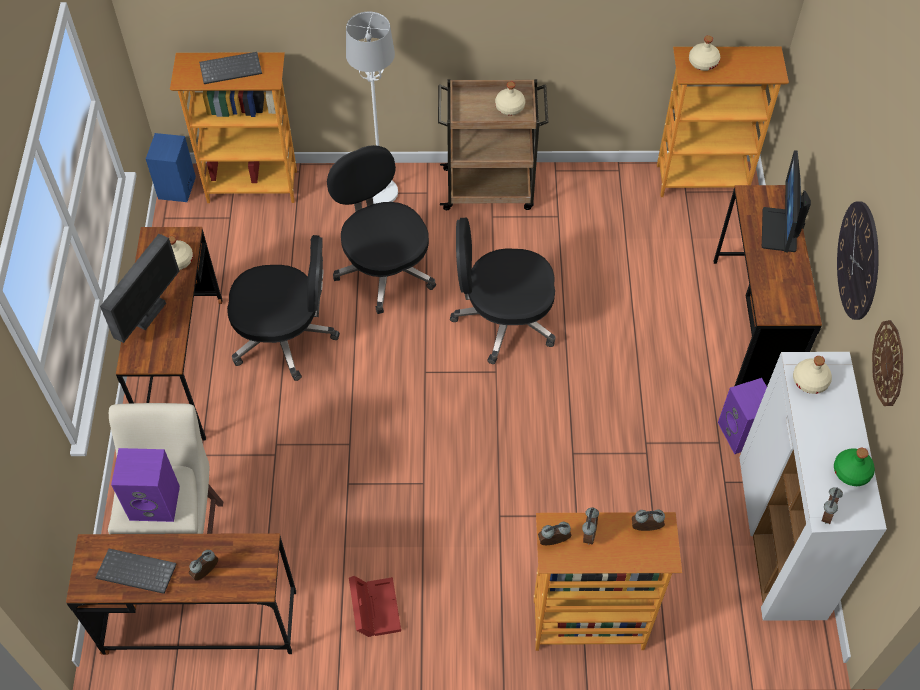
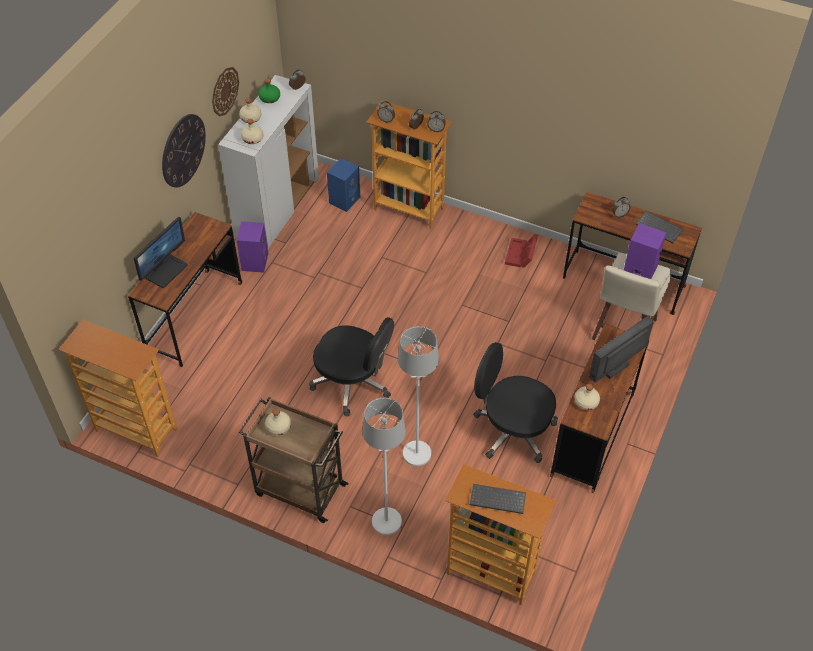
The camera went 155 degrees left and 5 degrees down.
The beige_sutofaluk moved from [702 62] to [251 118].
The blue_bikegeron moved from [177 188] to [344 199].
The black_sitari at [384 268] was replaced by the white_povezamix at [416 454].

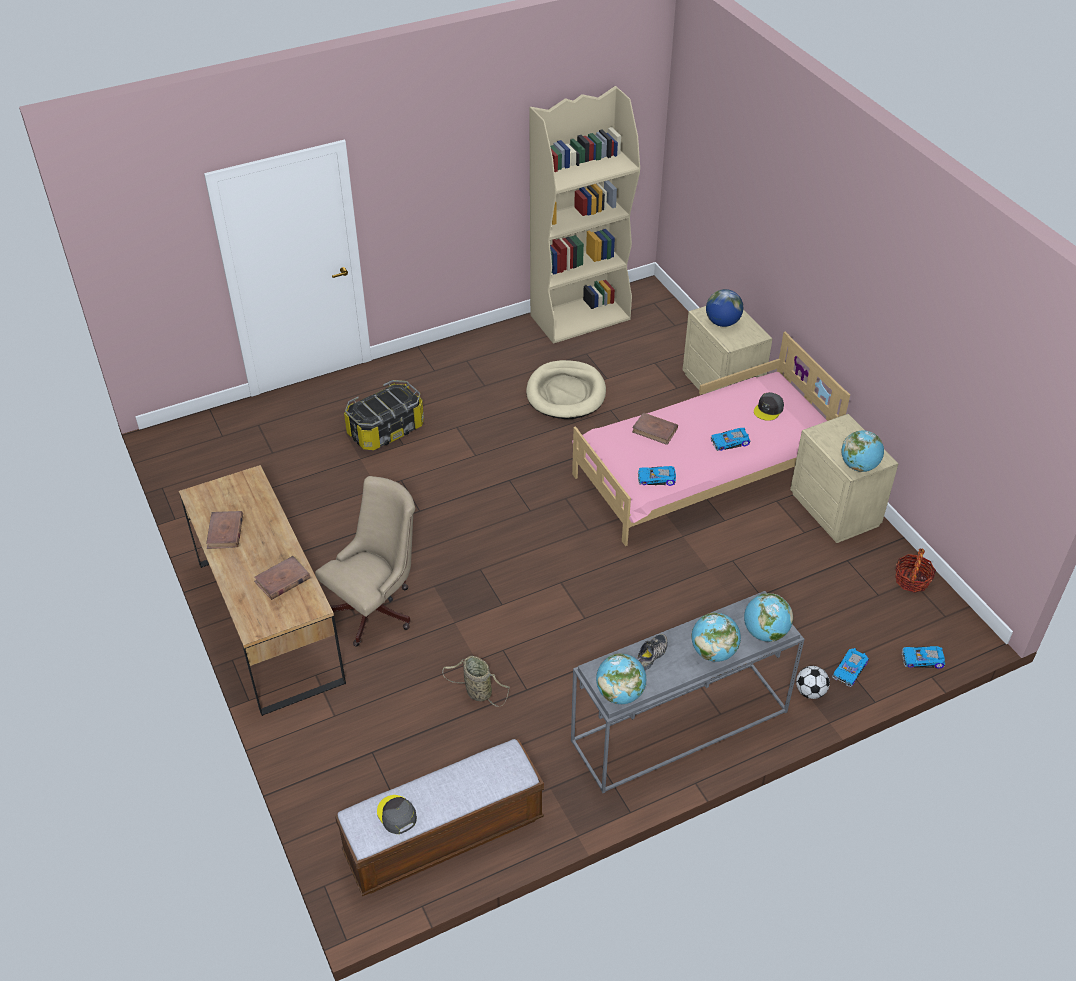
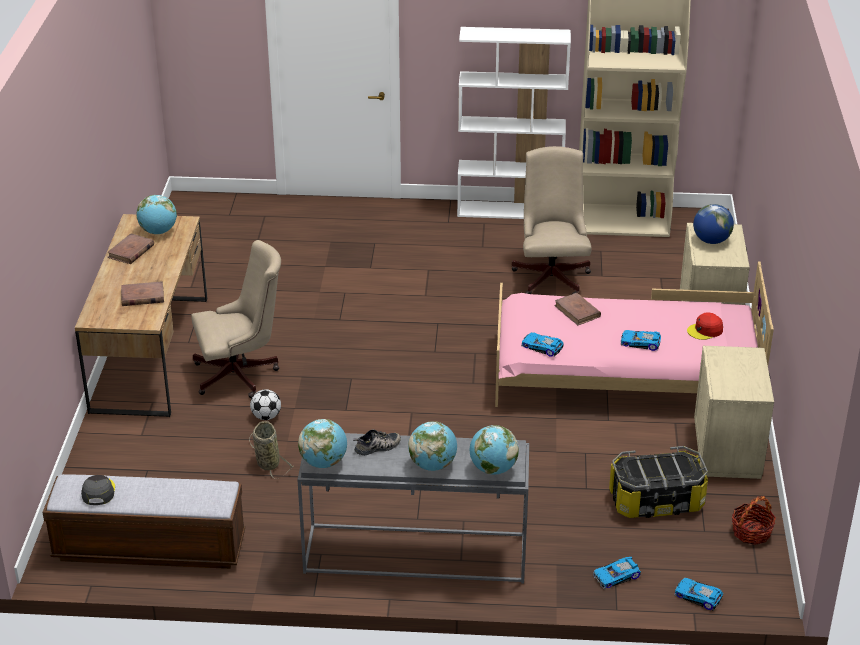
The camera went 30 degrees right and 10 degrees down.
The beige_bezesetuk at [566 393] was replaced by the beige_sitari at [551 275].
The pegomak moved from [386 430] to [656 501].
The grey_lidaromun at [768 409] became the red_lidaromun at [705 330].
The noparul moved from [859 466] to [158 231].
The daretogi moved from [810 692] to [266 416].
The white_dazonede at [509 210] appeared.

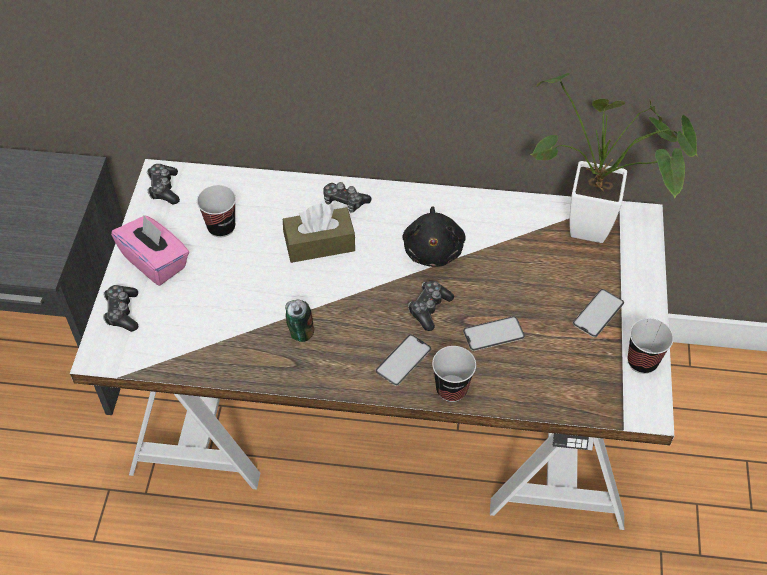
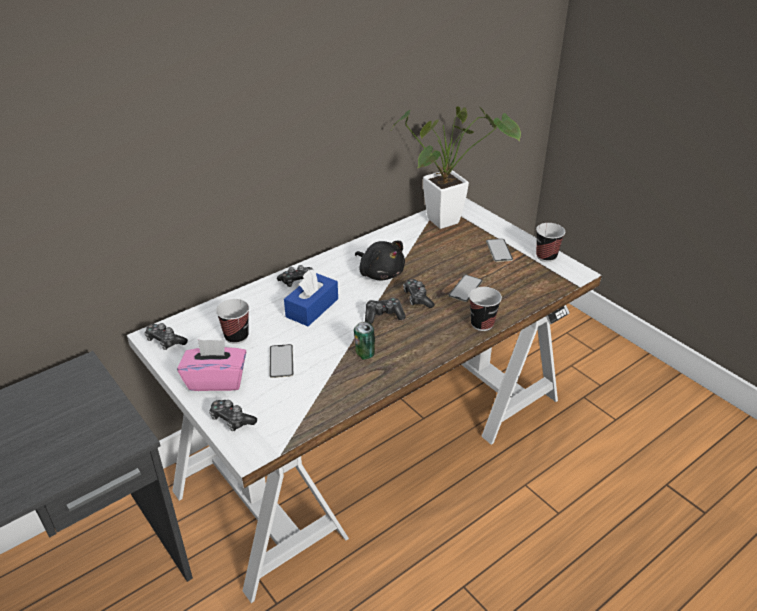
The camera went 45 degrees left and 15 degrees down.
The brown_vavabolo at [319 244] became the blue_vavabolo at [312 308].
The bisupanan moved from [403 360] to [281 361].
The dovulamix at [383 315] appeared.

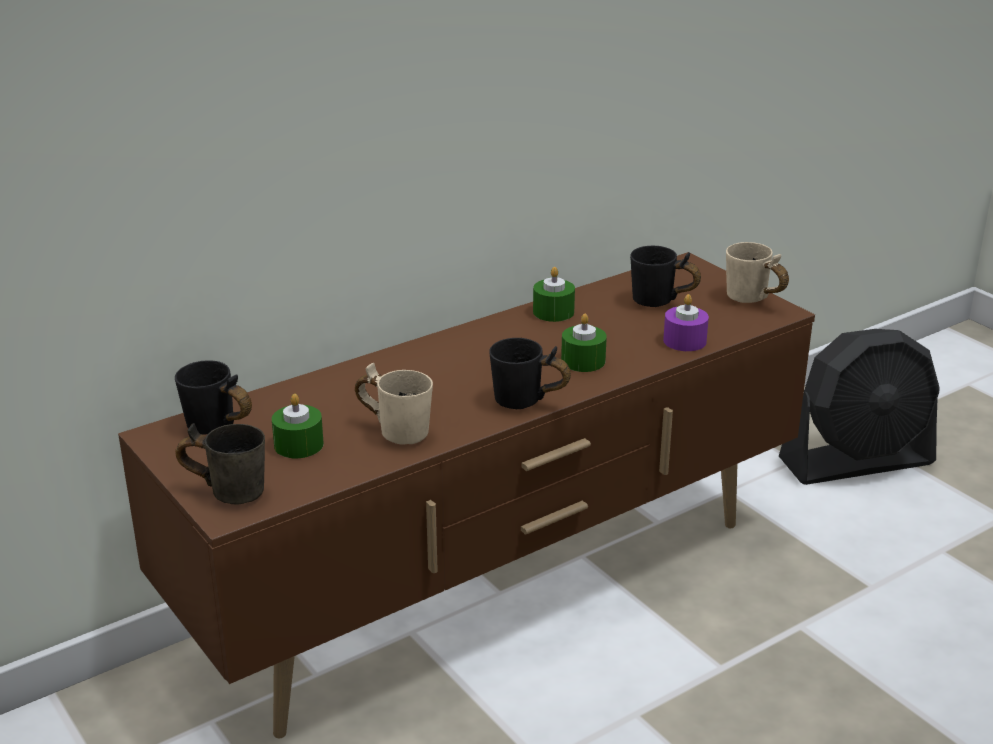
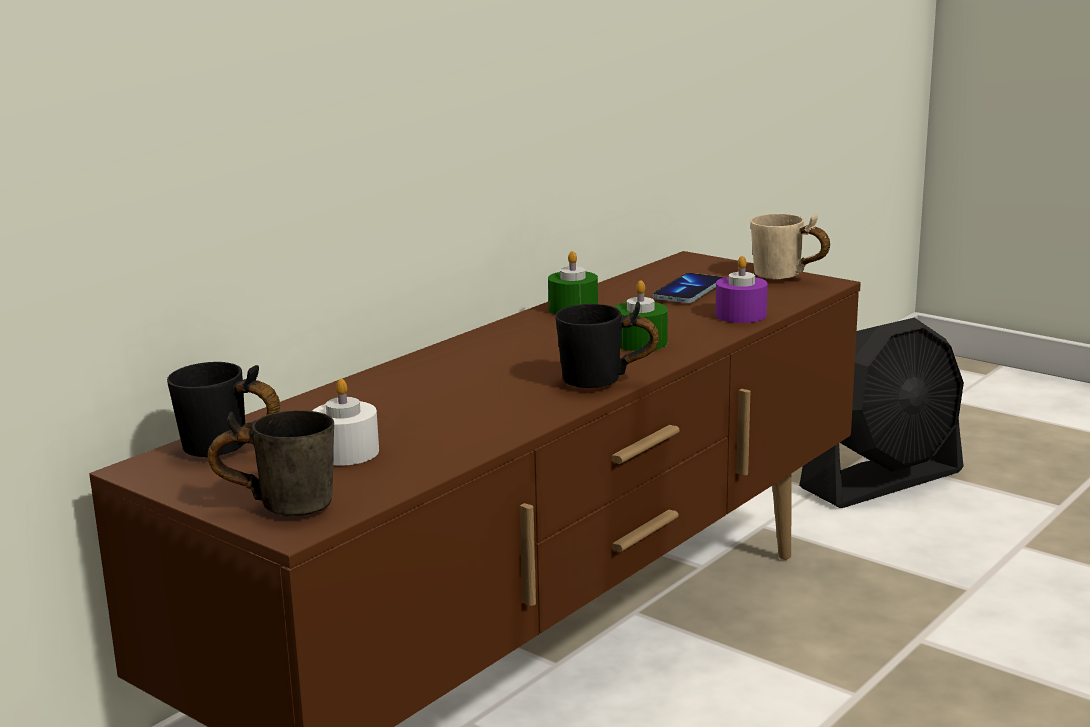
The camera went 15 degrees left and 10 degrees down.
The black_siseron at [659 305] was replaced by the bisupanan at [688 291].
The beige_siseron at [398 430] disappeared.
The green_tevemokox at [298 445] became the white_tevemokox at [346 452].

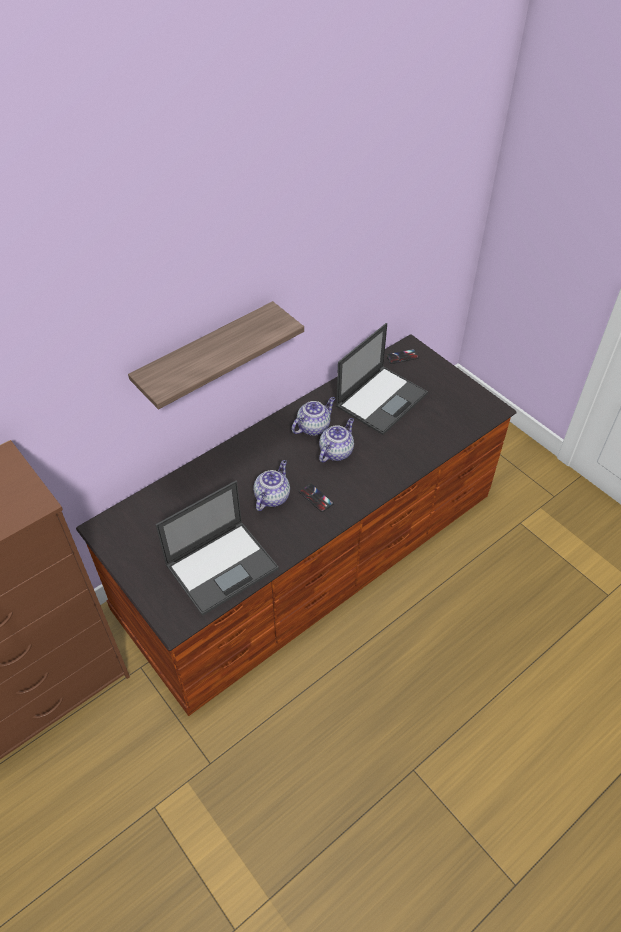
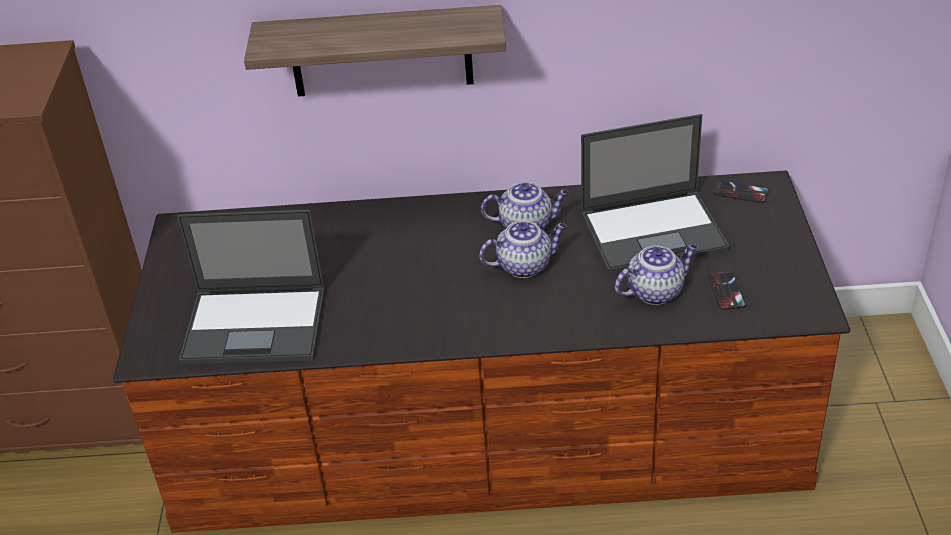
The camera went 40 degrees right and 10 degrees down.
The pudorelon moved from [272 496] to [656 291].
The bisupanan moved from [316 497] to [726 290].

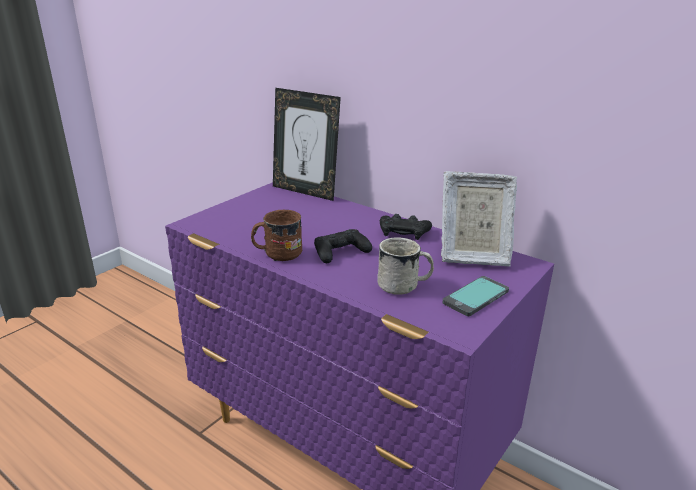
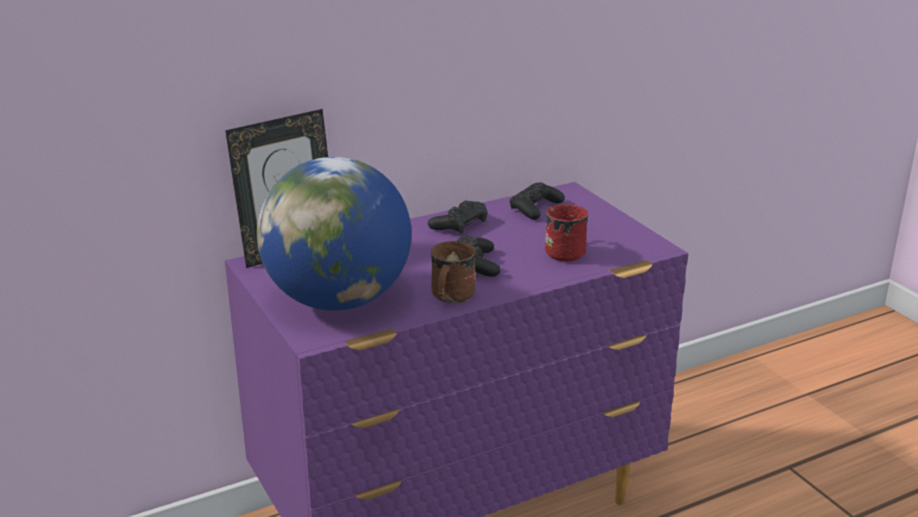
The camera went 65 degrees left and 0 degrees up.
The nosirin at [472 256] was replaced by the black_dovulamix at [535 208].
The white_siseron at [404 286] became the red_siseron at [568 250].
The bisupanan at [476 297] disappeared.
The noparul at [338 300] appeared.

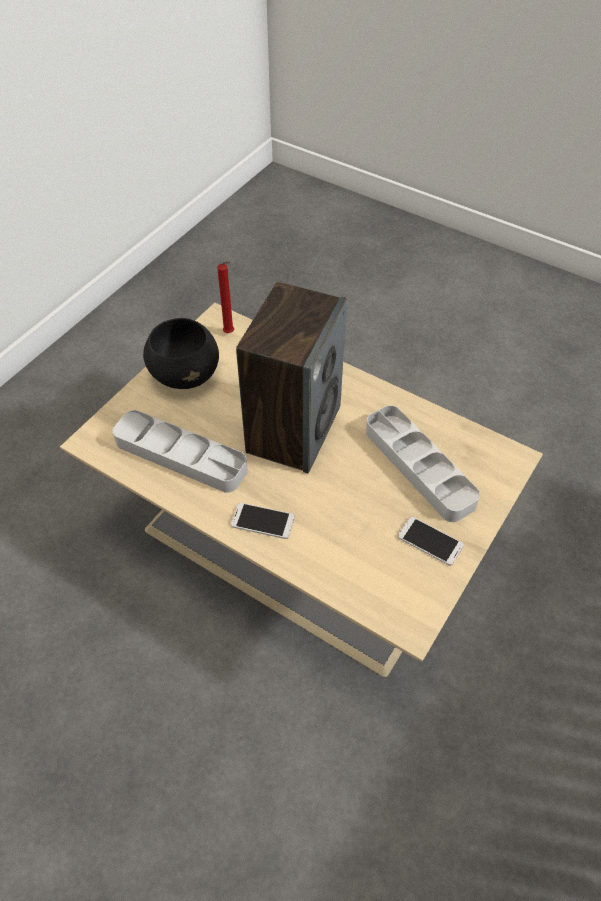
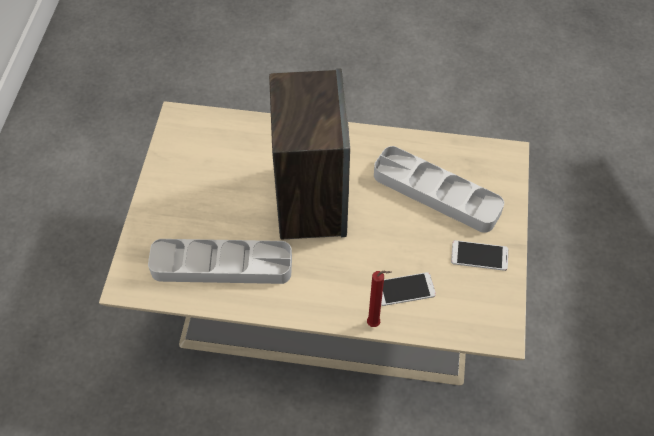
The camera went 25 degrees left and 5 degrees up.
The red_tevemokox moved from [230 333] to [375 324].
The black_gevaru at [185 374] disappeared.
The bisupanan moved from [263 521] to [405 289].

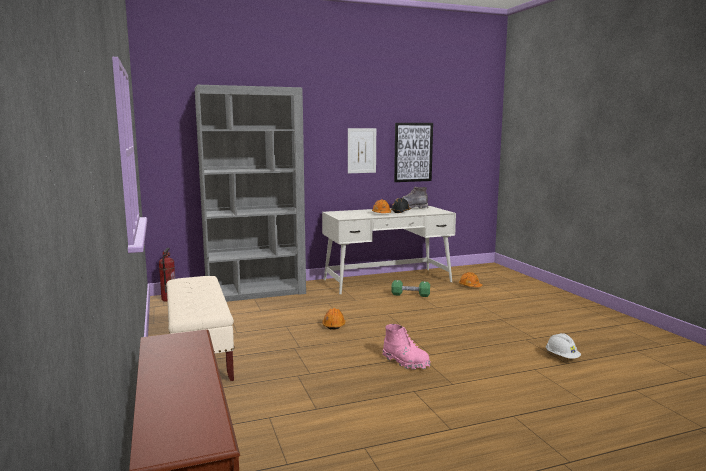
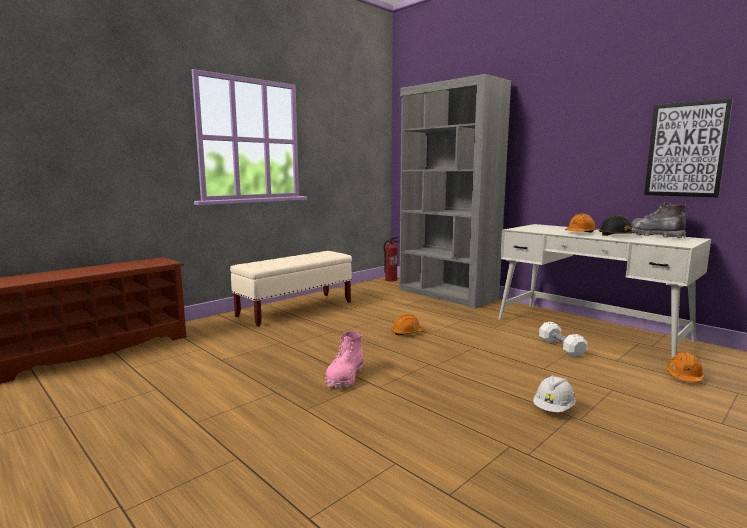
The camera went 65 degrees right and 0 degrees up.
The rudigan at [361 150] disappeared.
The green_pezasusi at [410 295] became the white_pezasusi at [561 348].
The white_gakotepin moved from [562 357] to [553 409].

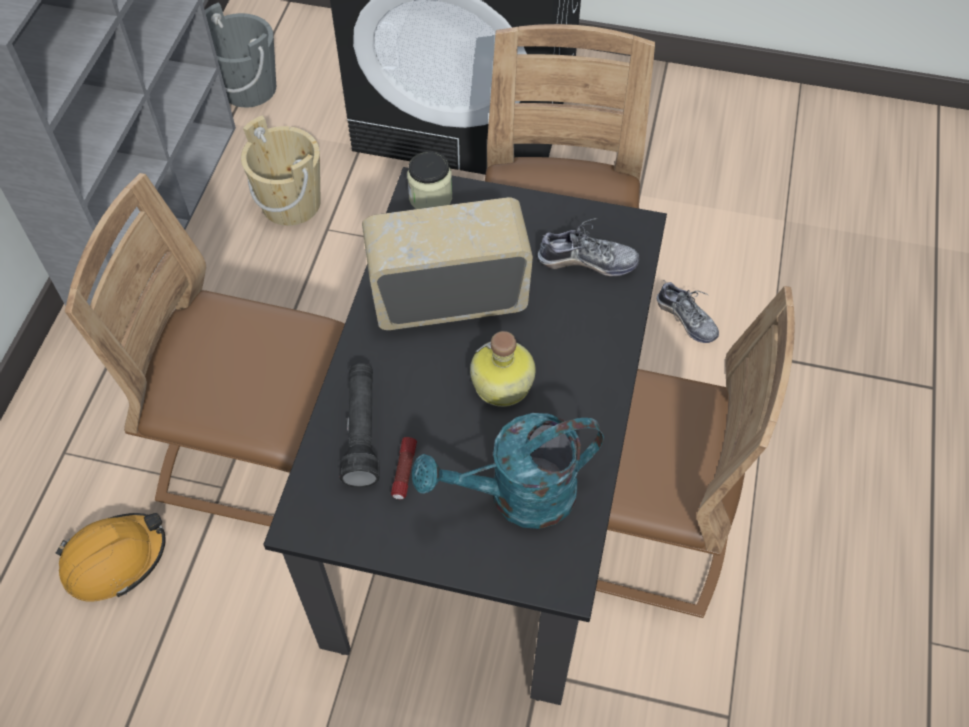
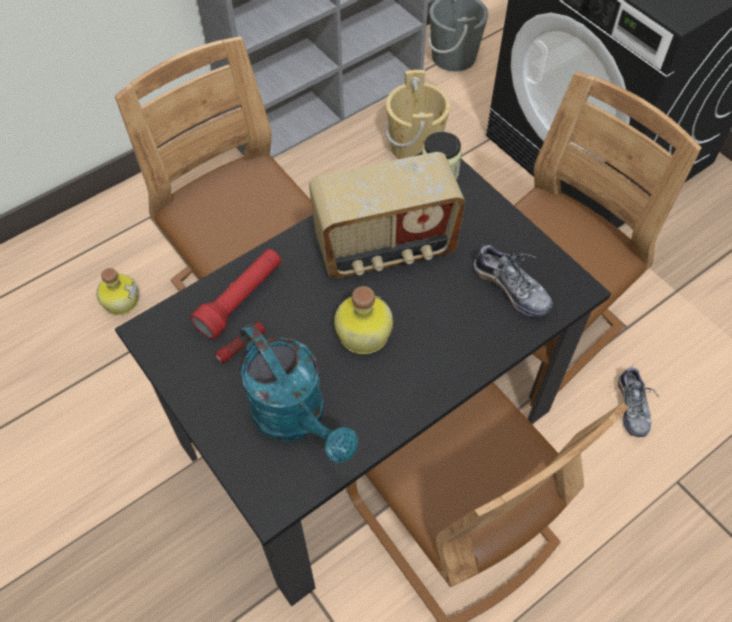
The camera went 40 degrees right and 0 degrees up.
The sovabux at [448 297] turned 135 degrees clockwise.
The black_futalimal at [362 431] became the red_futalimal at [241 299].
The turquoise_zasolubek at [517 497] turned 150 degrees counterclockwise.
The orange_gakotepin at [115 559] was replaced by the sutofaluk at [120 300].

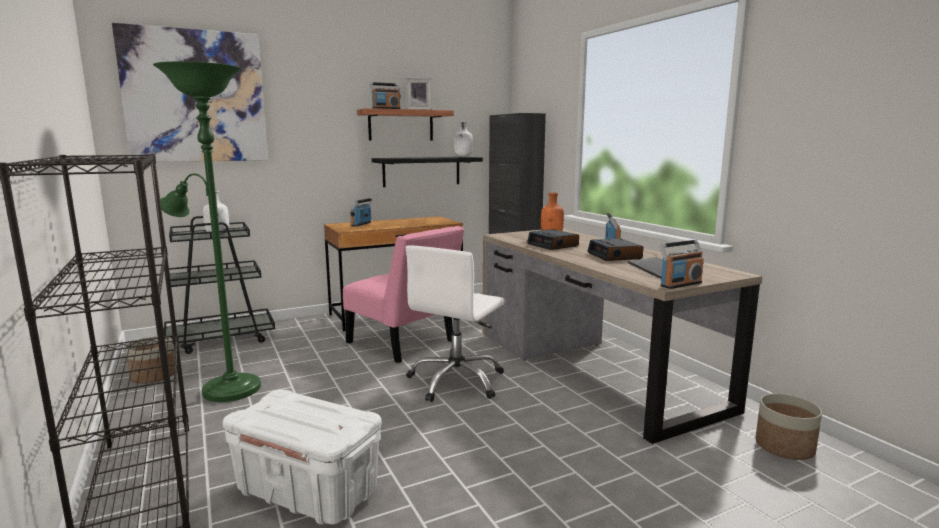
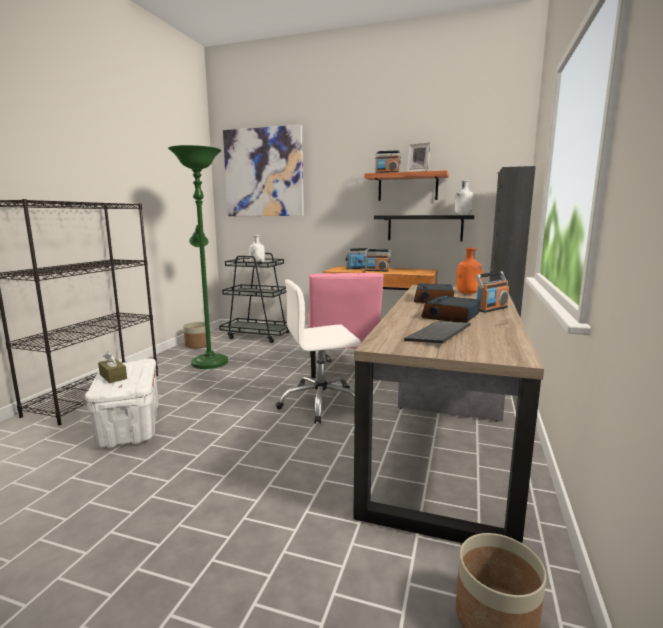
The camera went 45 degrees right and 0 degrees up.
The sovabux moved from [680 284] to [377 271].
The brown_vavabolo at [113 376] appeared.

